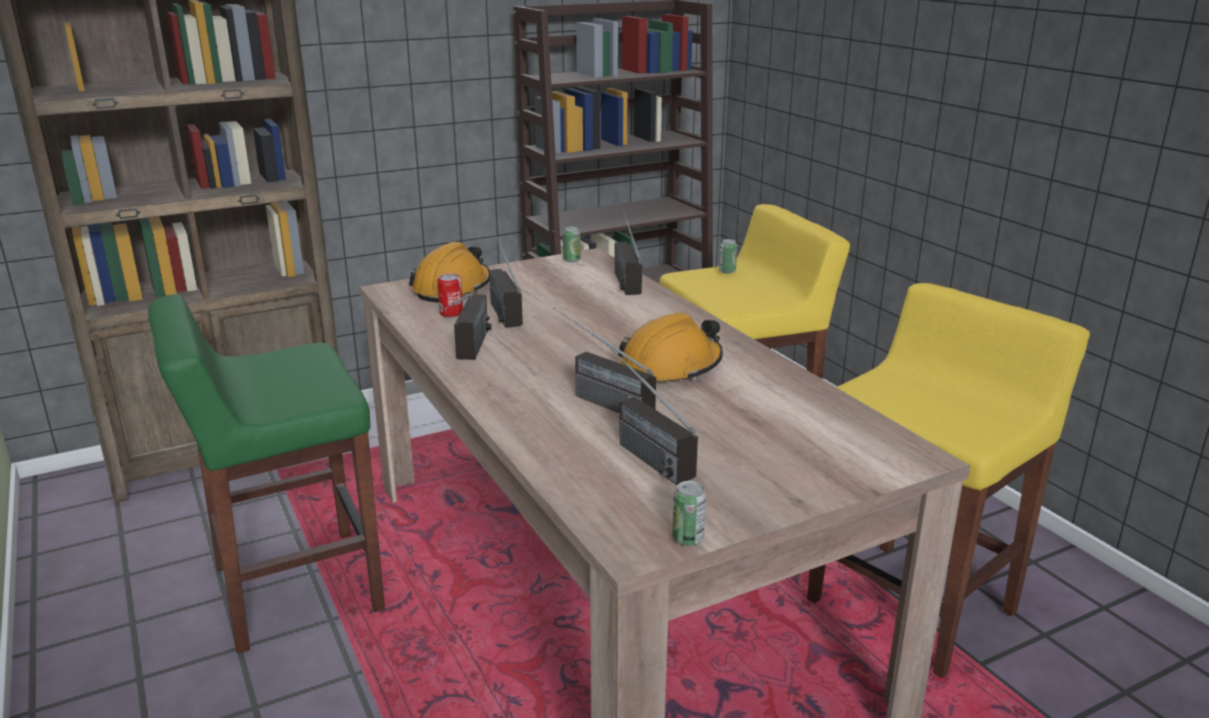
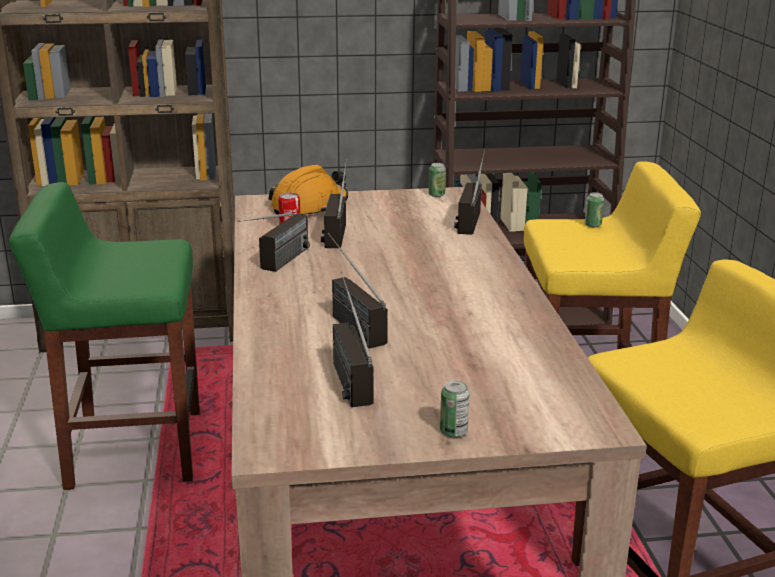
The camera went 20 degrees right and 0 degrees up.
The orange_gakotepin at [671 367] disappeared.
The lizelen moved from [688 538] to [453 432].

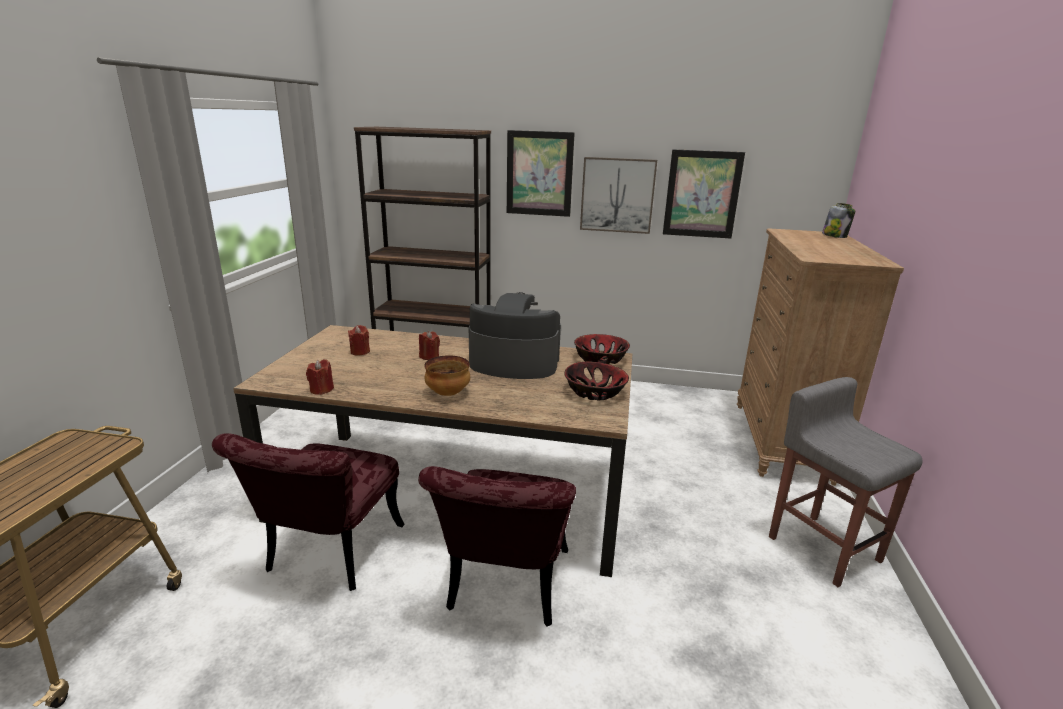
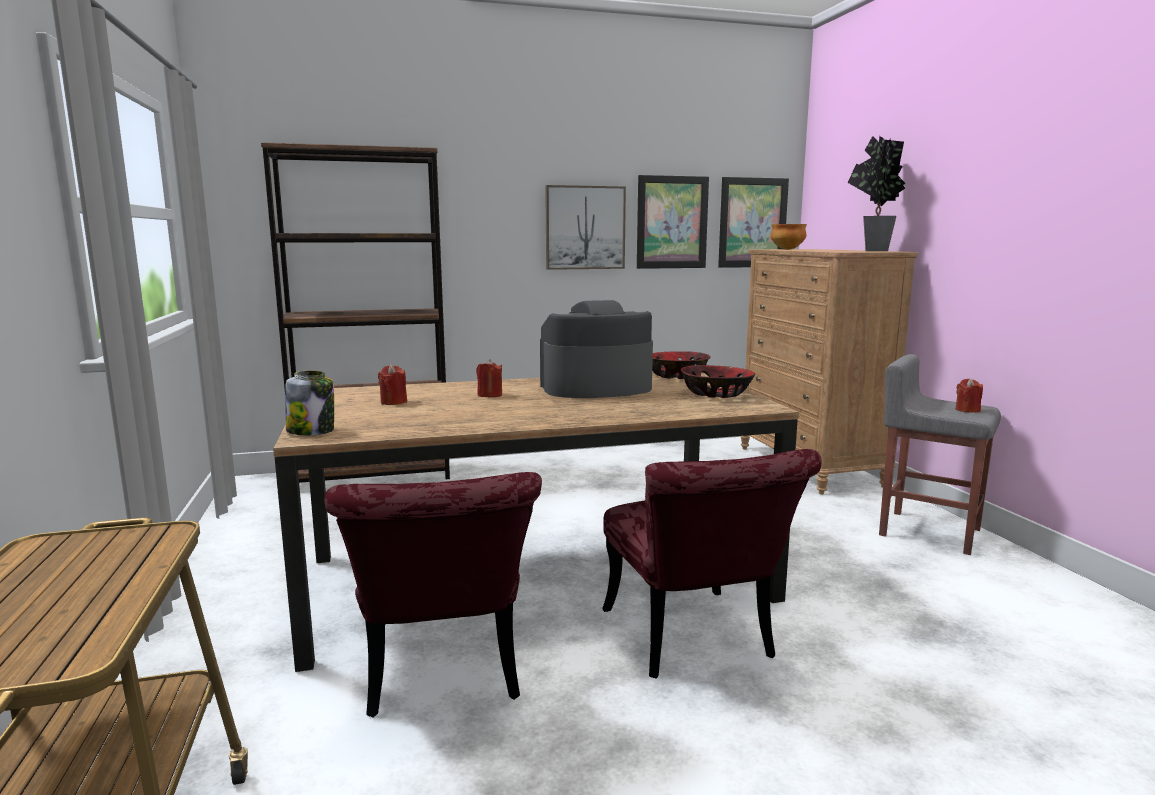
The camera went 25 degrees left and 10 degrees down.
The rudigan moved from [539 173] to [752 223].
The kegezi moved from [835 236] to [312 431].
The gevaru moved from [448 393] to [787 249].
The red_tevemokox moved from [321 390] to [967 410].
The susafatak at [873 251] appeared.

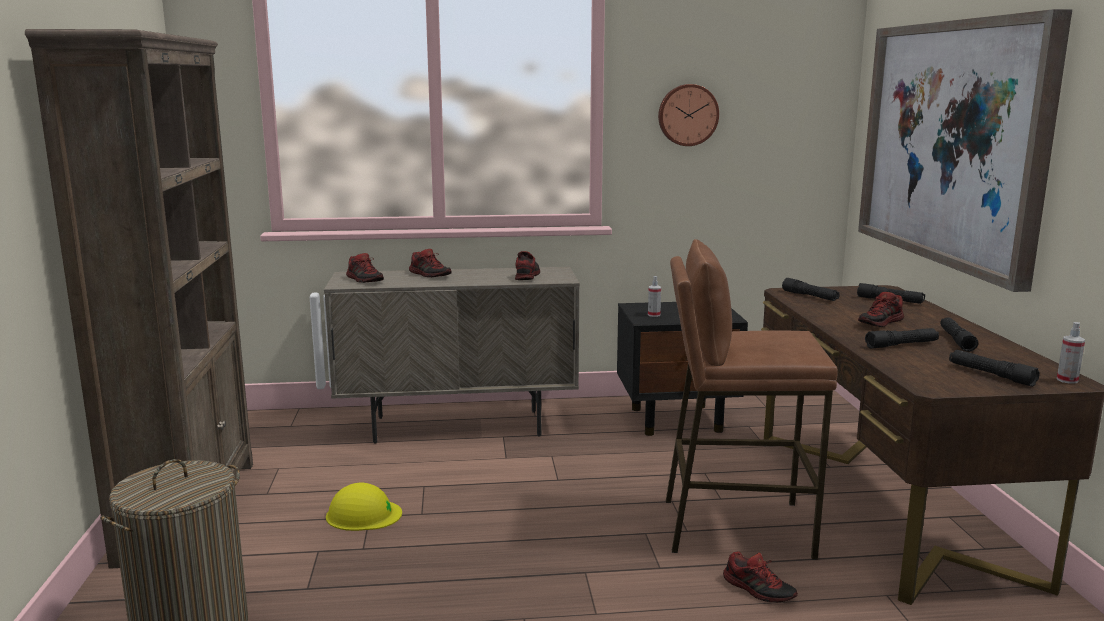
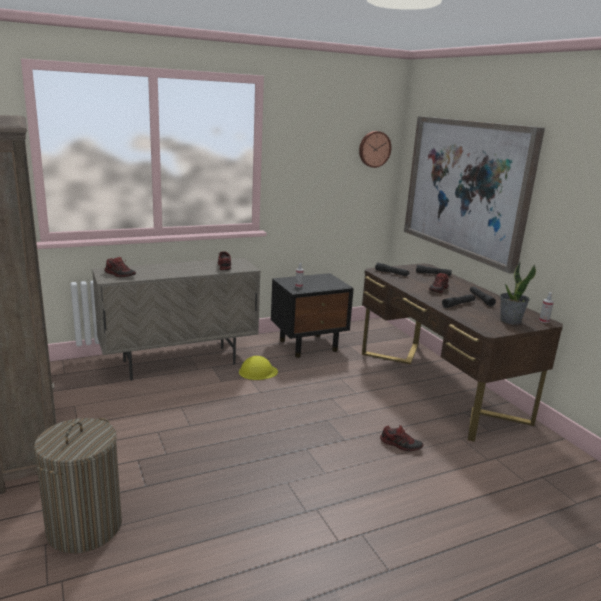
The camera went 20 degrees left and 5 degrees up.
The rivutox moved from [687 115] to [374 149].
The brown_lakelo at [735 527] disappeared.
The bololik at [430 275] disappeared.
The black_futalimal at [991 375] was replaced by the susafatak at [510 320].
The yellow_gakotepin moved from [363 515] to [258 372].

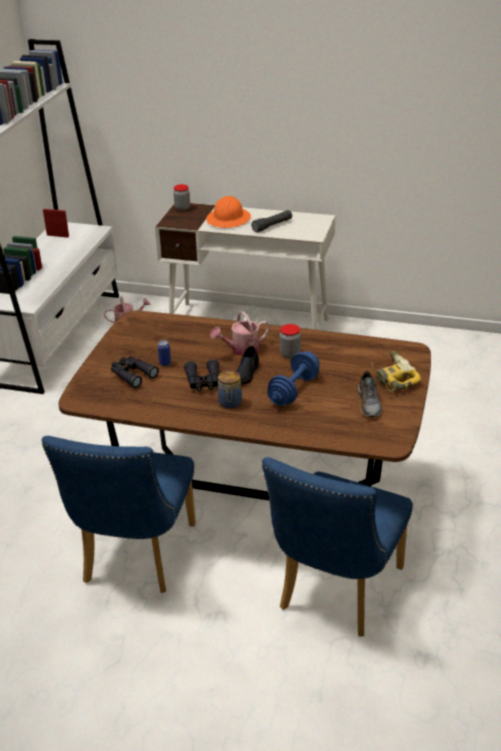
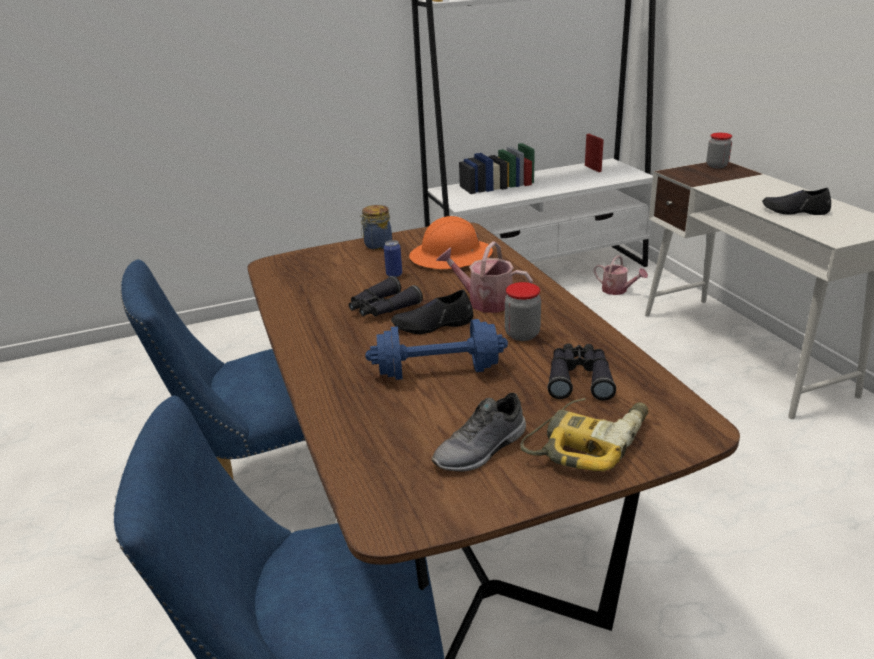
The camera went 55 degrees right and 5 degrees down.
The orange_gakotepin moved from [229 219] to [451 256].
The black_futalimal at [272 226] was replaced by the black_bololik at [794 211].
The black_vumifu moved from [132 375] to [579 378].
The kegezi moved from [230 403] to [377 245].

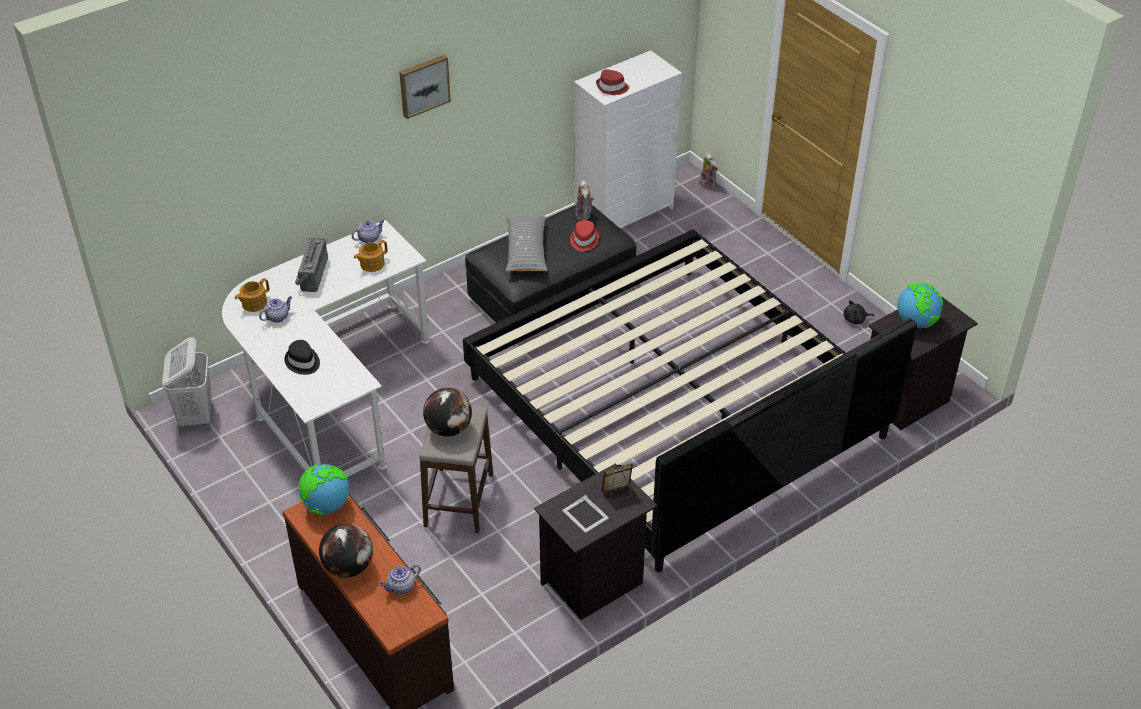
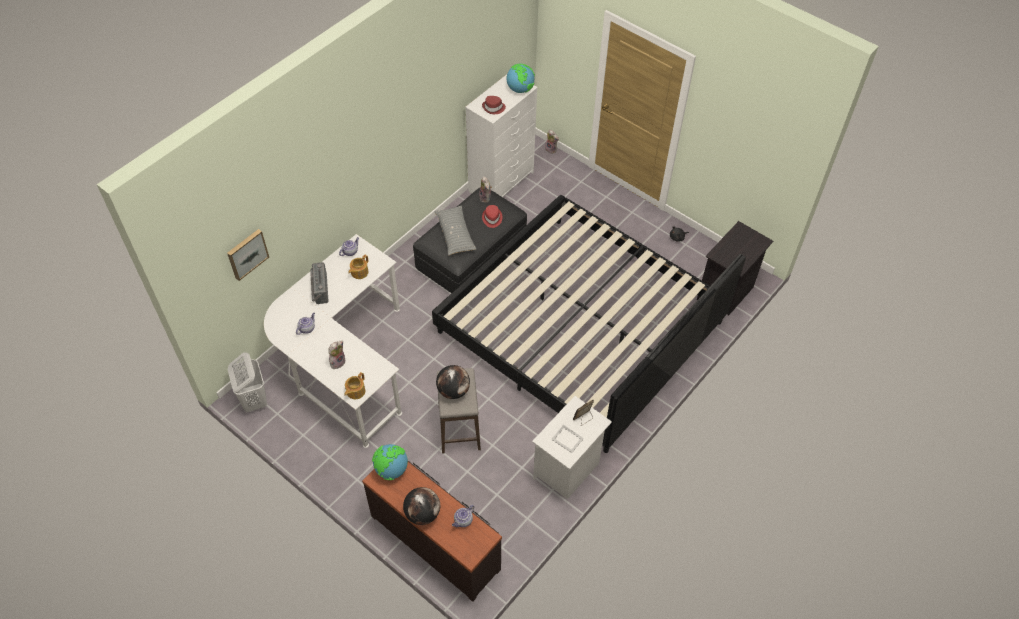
The camera went 15 degrees left and 10 degrees up.
The rudigan moved from [423 85] to [247 253].
The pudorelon moved from [253 303] to [355 391].
The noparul moved from [916 322] to [520 89].
The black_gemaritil at [302 362] was replaced by the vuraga at [337 361].
The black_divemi at [594 583] became the white_divemi at [567 470].

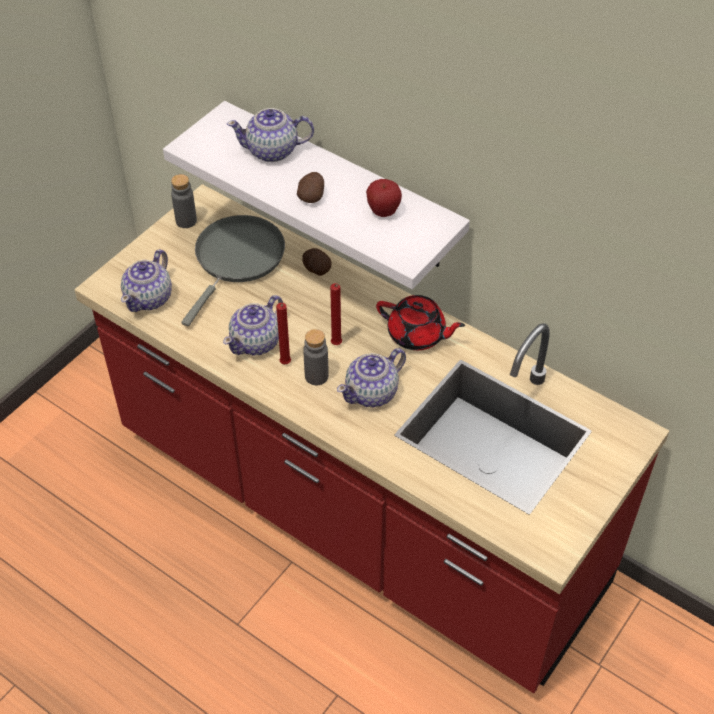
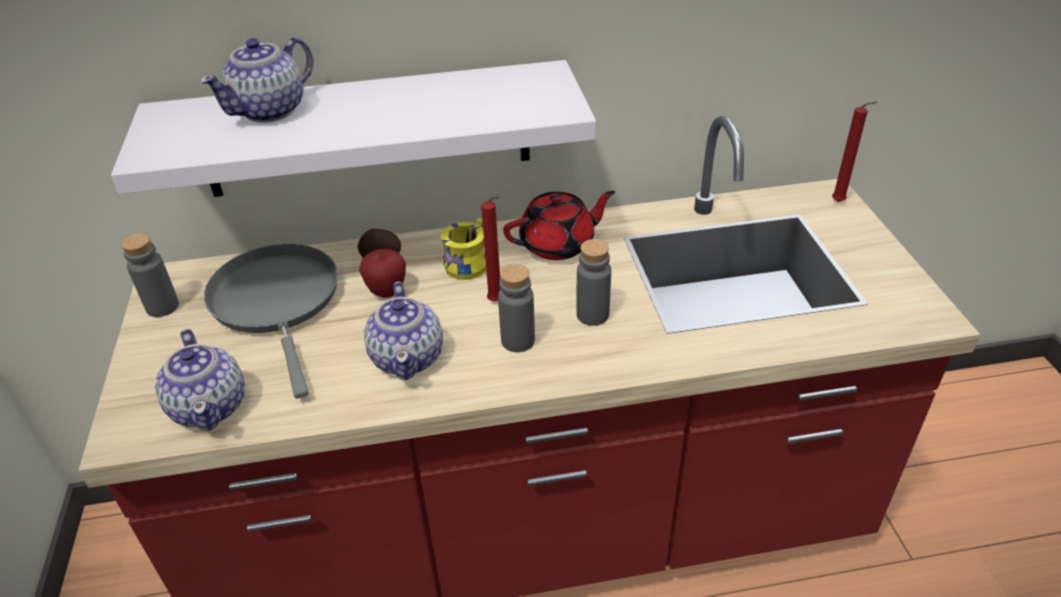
The camera went 45 degrees left and 10 degrees down.
The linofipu at [312 196] disappeared.
The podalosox moved from [383 212] to [387 292].
The red_tevemokox moved from [285 364] to [840 202].
The pudorelon at [372 393] was replaced by the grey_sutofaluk at [592 315].
The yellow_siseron at [466 262] appeared.

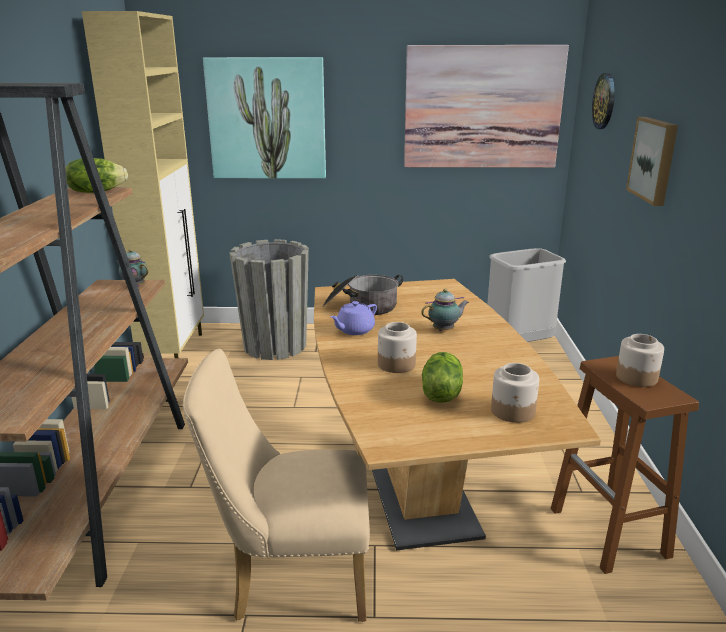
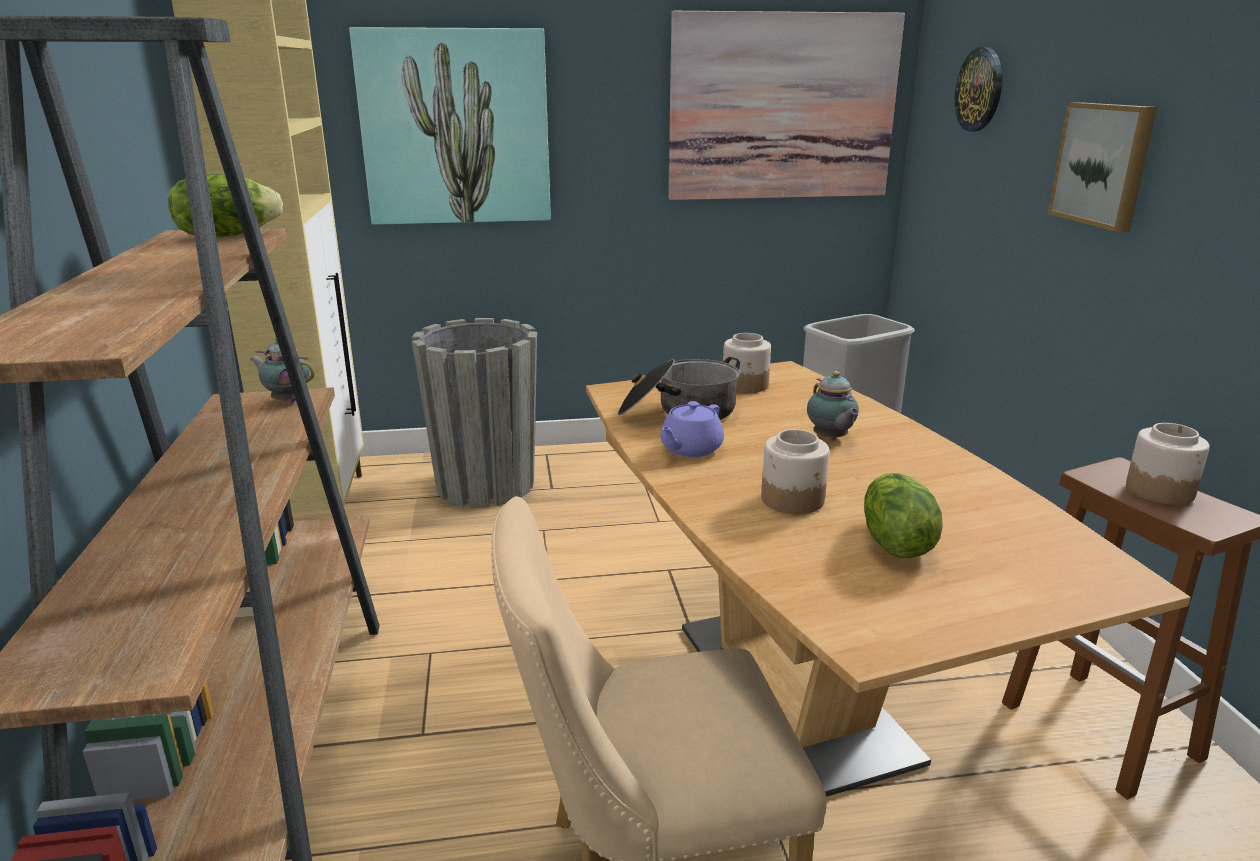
The camera went 10 degrees left and 0 degrees up.
The pudorelon at [445 330] turned 105 degrees clockwise.
The kegezi moved from [513 411] to [745 385].

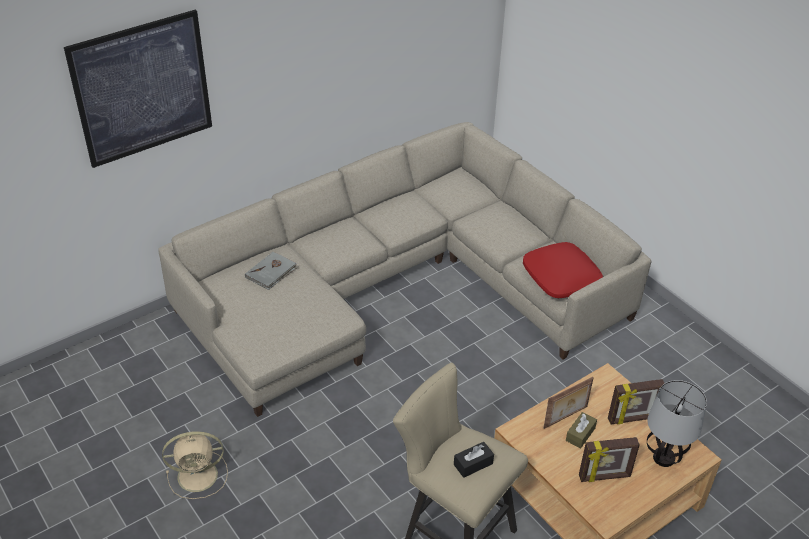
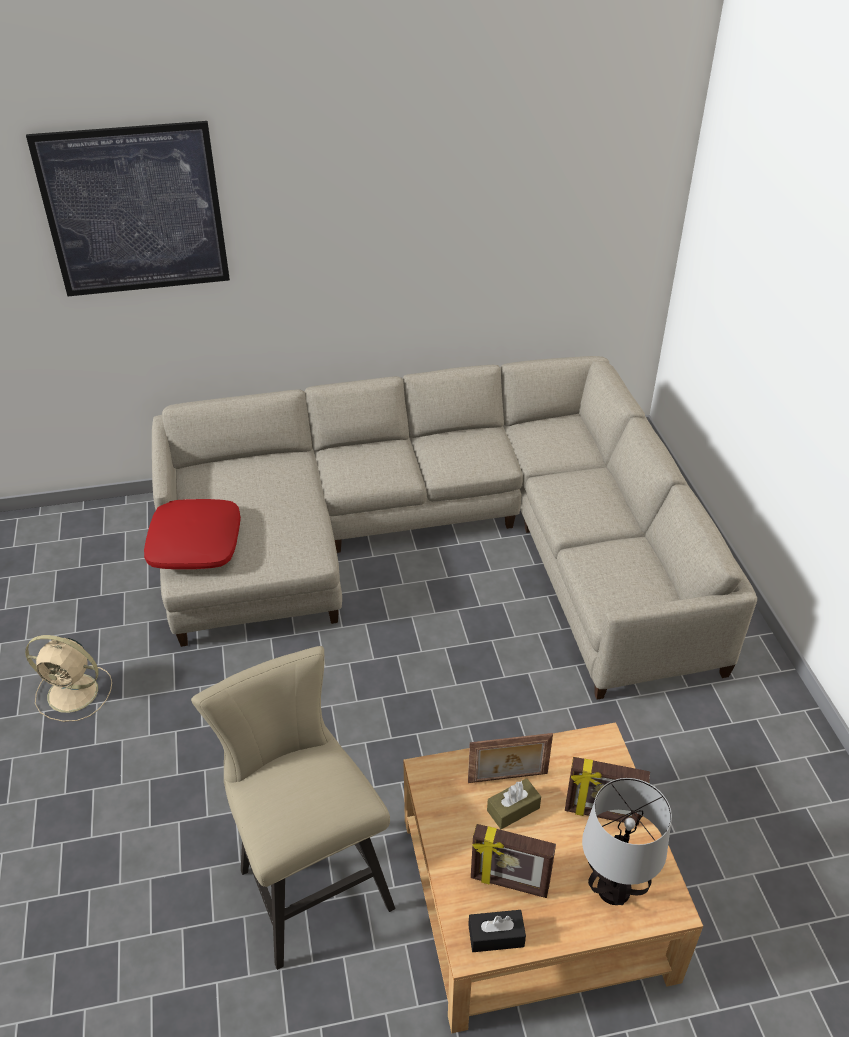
The camera went 25 degrees right and 0 degrees up.
The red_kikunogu moved from [560 277] to [194 544].
The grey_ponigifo at [271 272] disappeared.
The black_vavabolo moved from [473 464] to [496 936].

